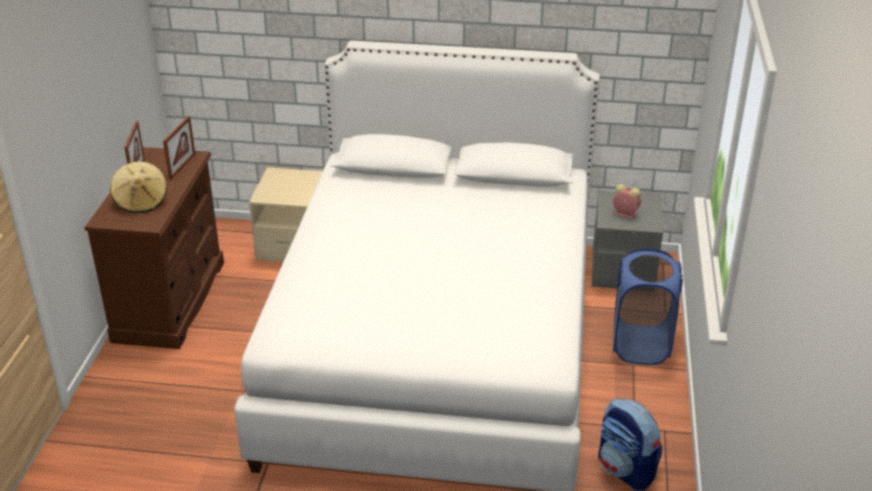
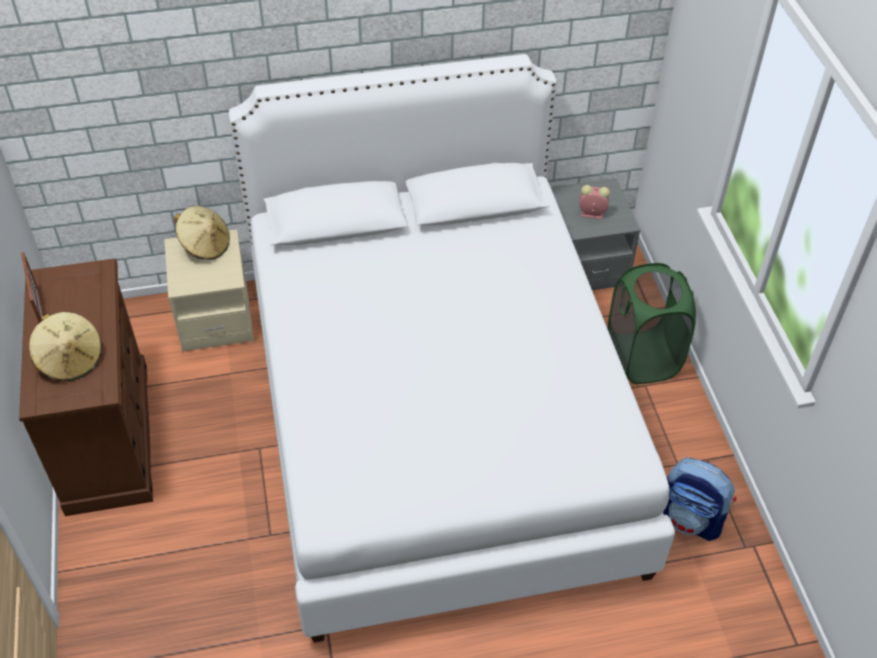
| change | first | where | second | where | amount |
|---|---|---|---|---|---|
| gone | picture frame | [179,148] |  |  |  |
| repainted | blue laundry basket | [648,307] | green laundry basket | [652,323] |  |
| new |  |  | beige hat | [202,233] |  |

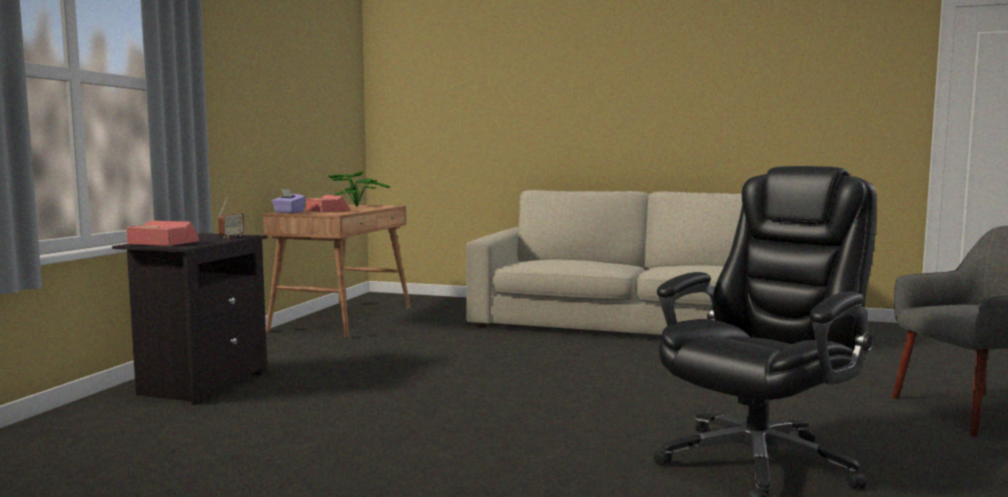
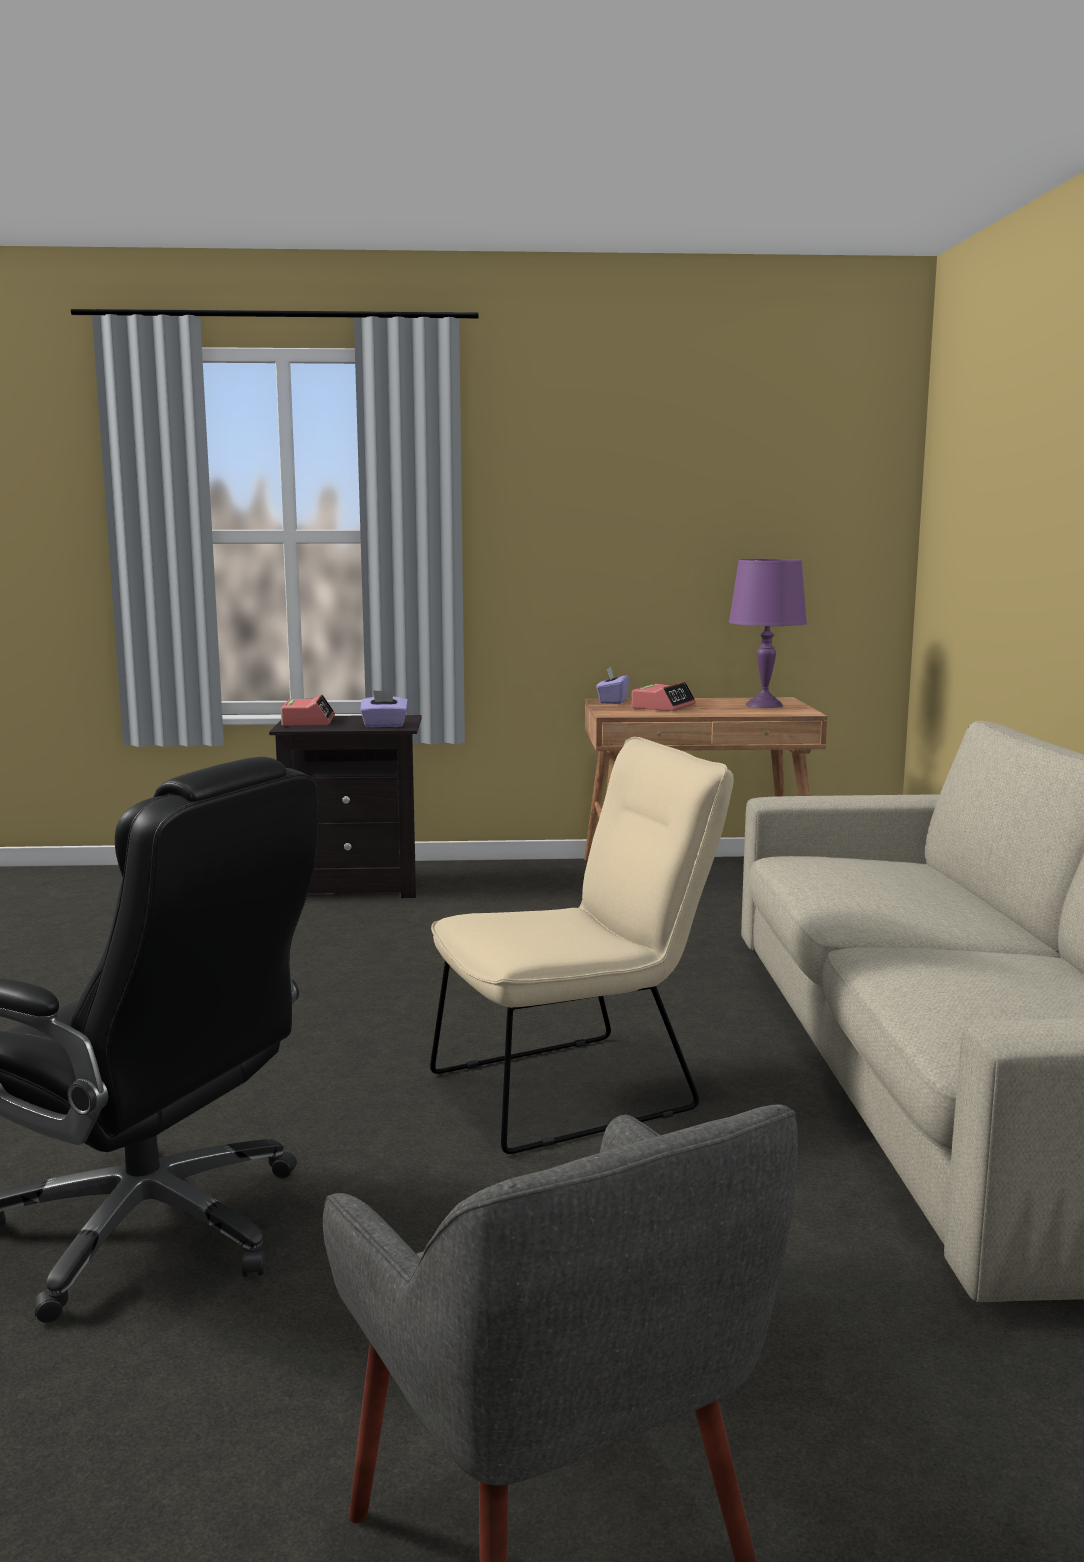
| change | first | where | second | where | amount |
|---|---|---|---|---|---|
| swapped | potted plant | [359,189] | purple table lamp | [768,633] |  |
| swapped | radio | [231,217] | purple tissue box | [384,708] |  |
| new |  |  | beige chair | [582,945] |  |

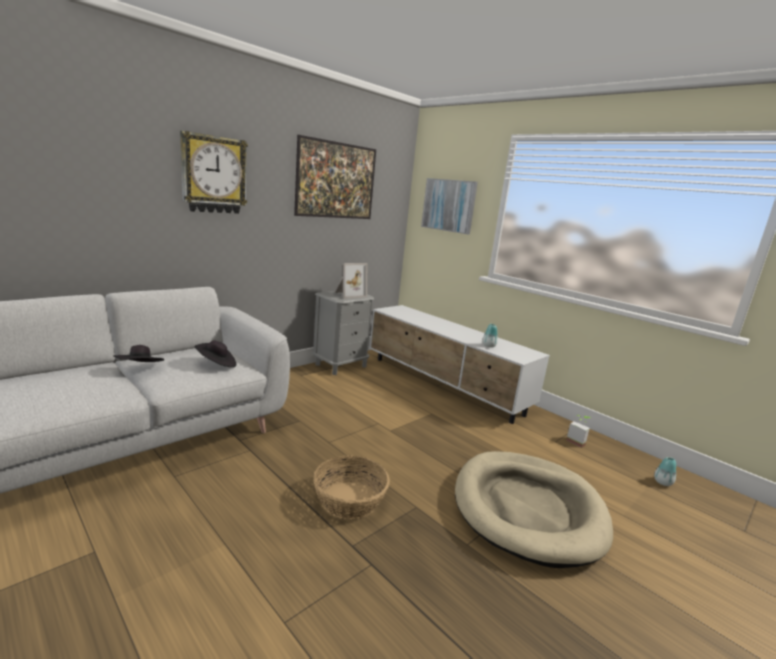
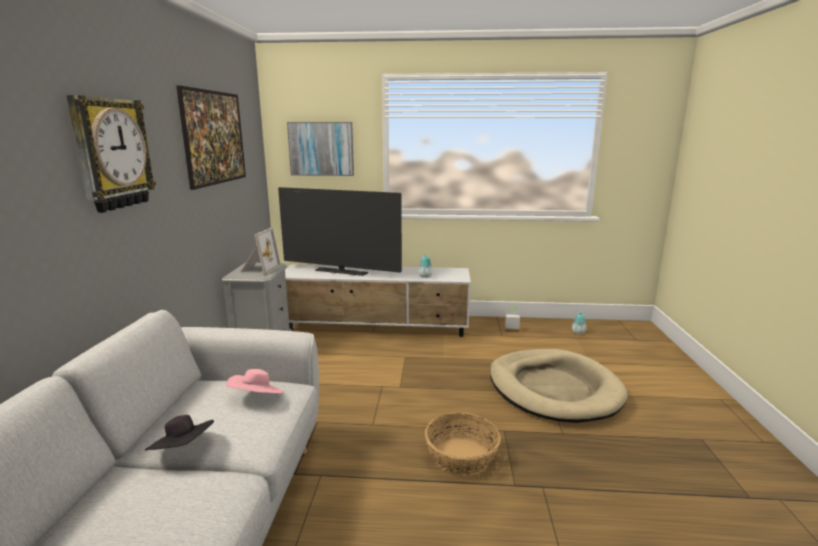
| change | first | where | second | where | amount |
|---|---|---|---|---|---|
| repainted | black hat | [215,354] | pink hat | [255,381] |  |
| new |  |  | television | [340,231] |  |

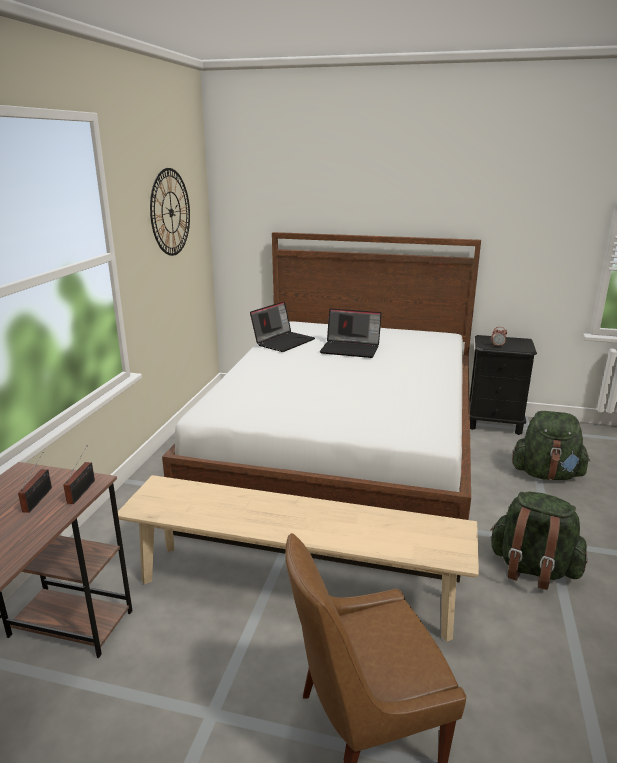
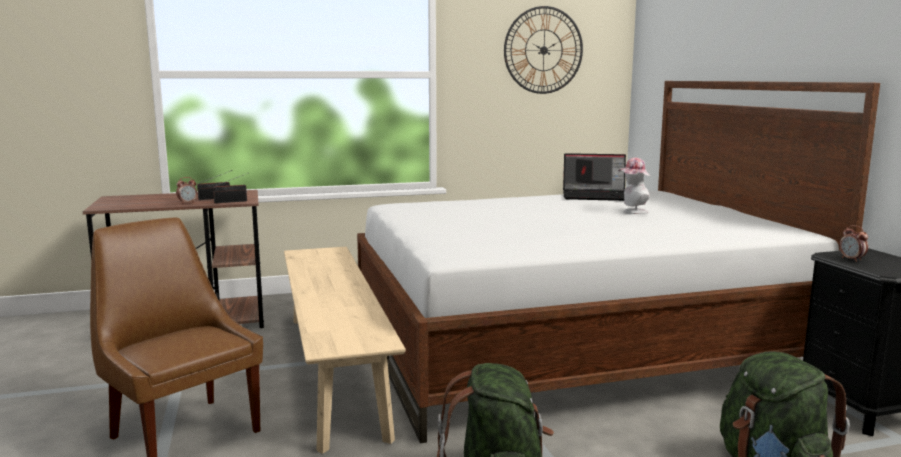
| change | first | where | second | where | amount |
|---|---|---|---|---|---|
| swapped | laptop | [351,333] | hat | [634,186] |  |
| new |  |  | alarm clock | [186,190] |  |

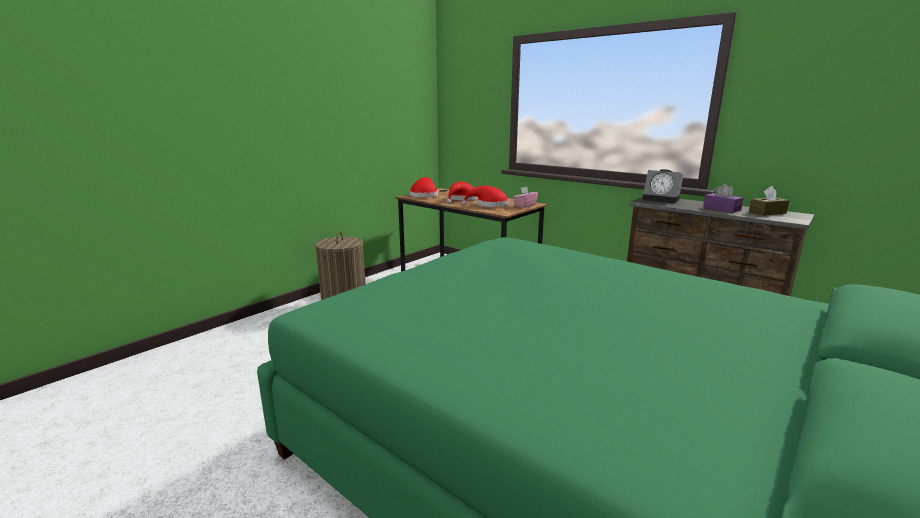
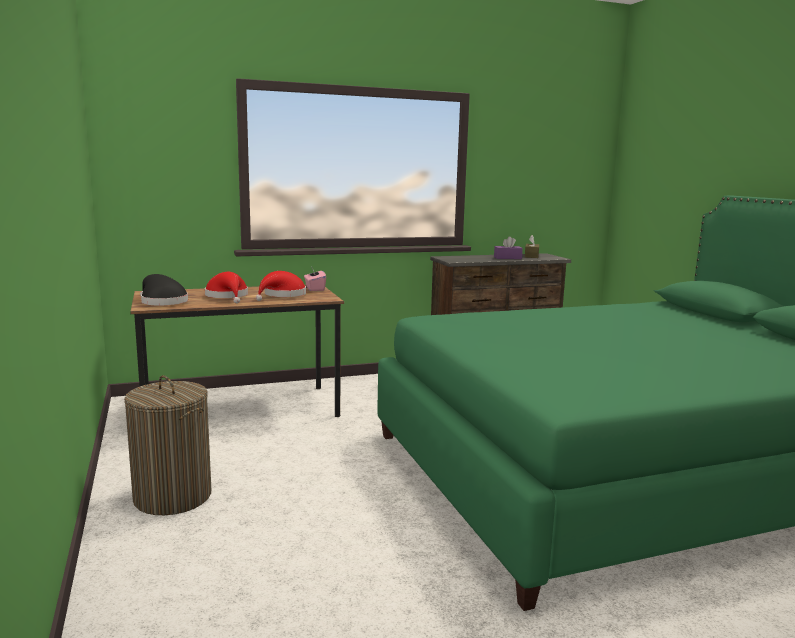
| change | first | where | second | where | amount |
|---|---|---|---|---|---|
| gone | alarm clock | [662,186] |  |  |  |
| repainted | red hat | [424,187] | black hat | [164,289] |  |

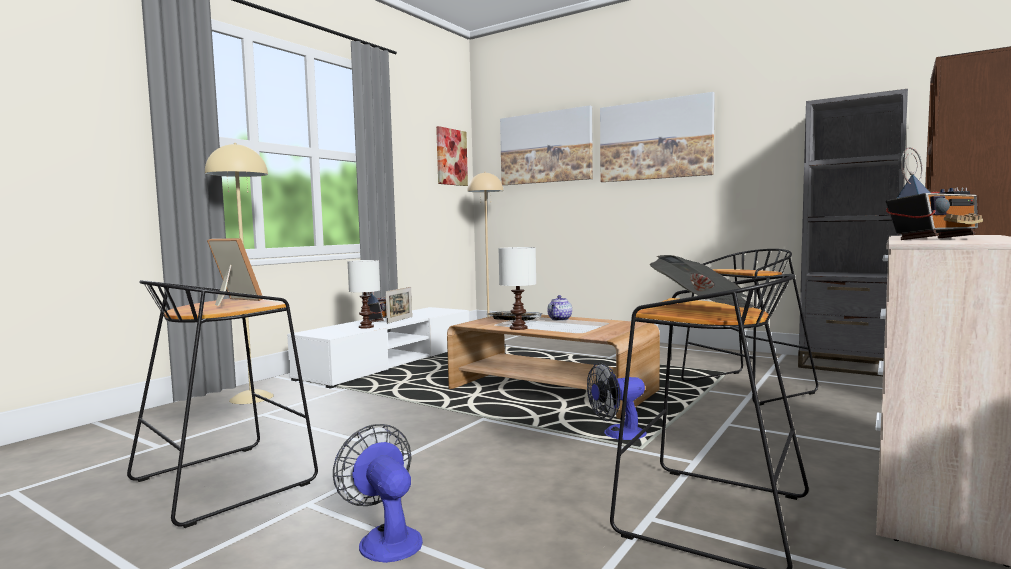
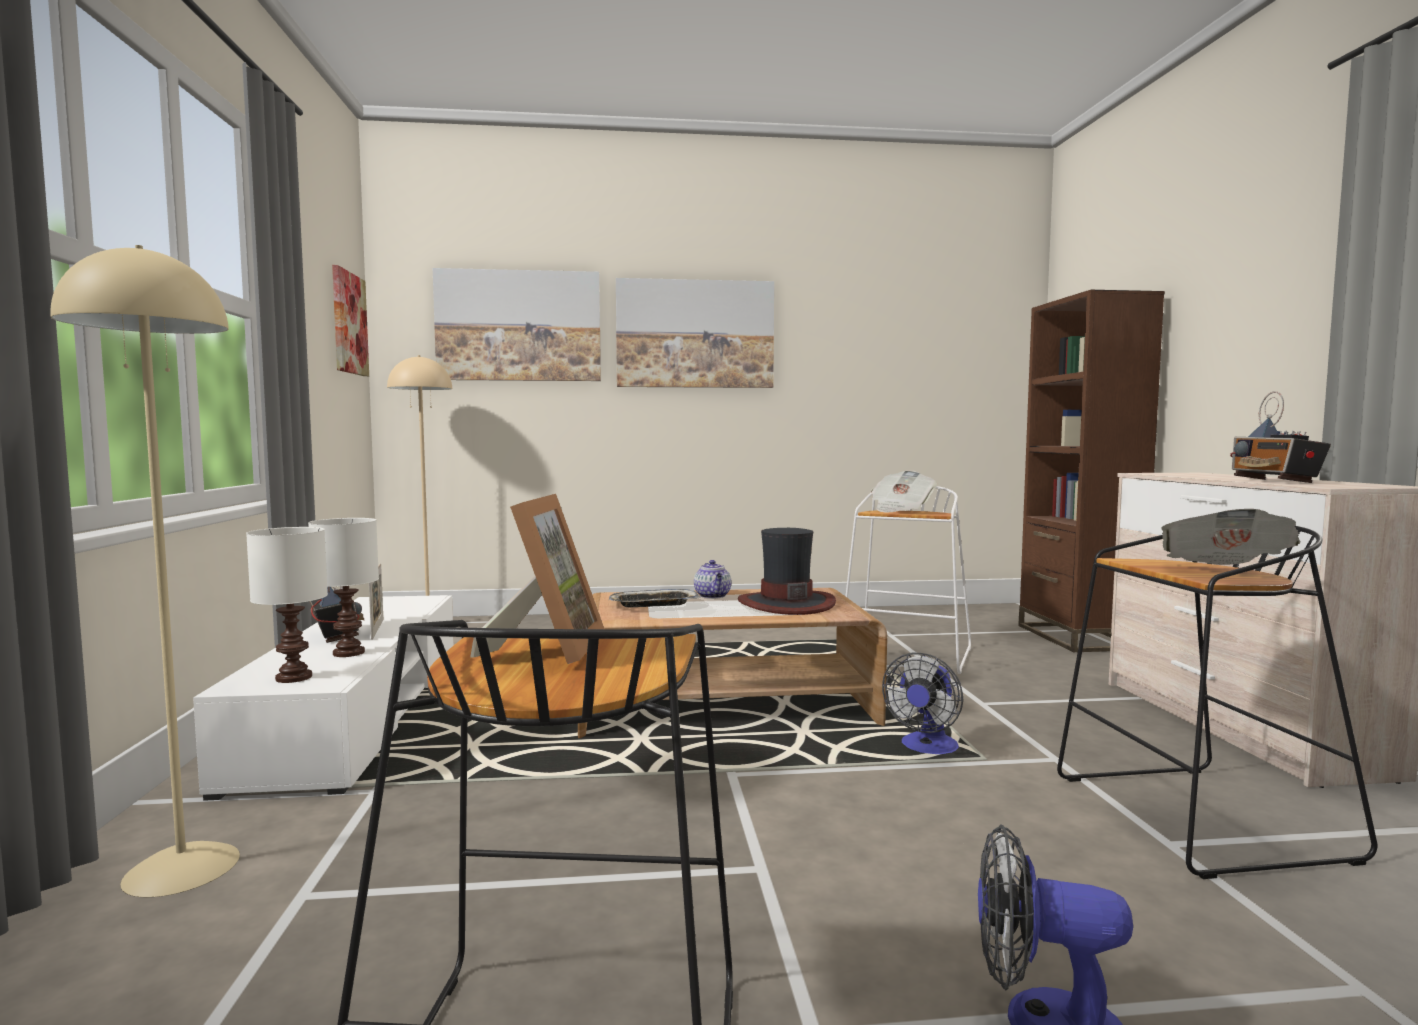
| change | first | where | second | where | amount |
|---|---|---|---|---|---|
| gone | grey bookcase | [853,232] |  |  |  |
| rotated | radio | [934,193] |  | [1280,437] | 150 degrees clockwise |
| rotated | picture frame | [234,272] |  | [537,579] | 105 degrees clockwise |
| shifted | white table lamp | [517,288] |  | [287,605] |  |
| repainted | black stool | [749,327] | white stool | [908,580] |  |
| new |  |  | newspaper | [904,491] |  |
| new |  |  | hat | [787,571] |  |

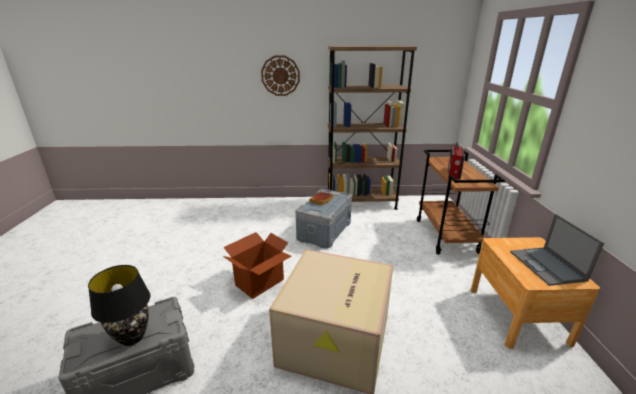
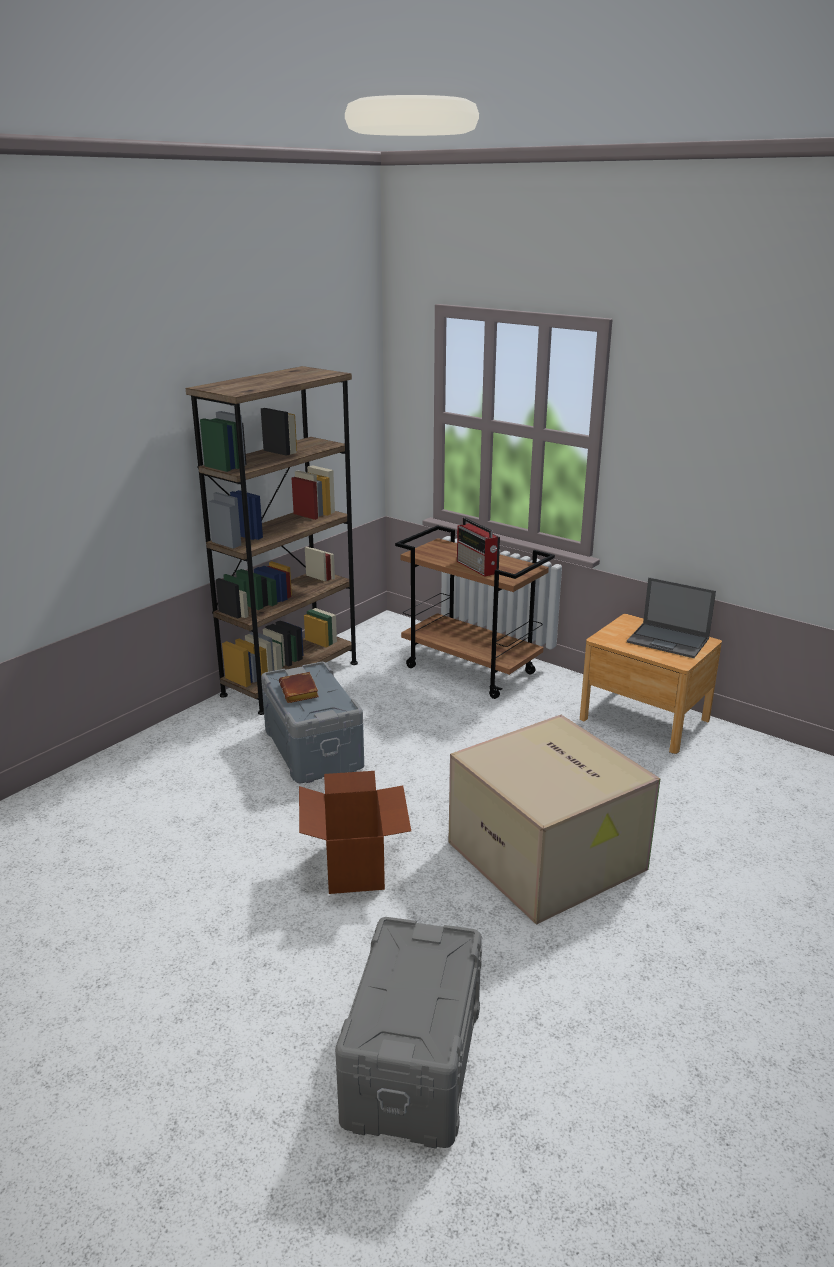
| change | first | where | second | where | amount |
|---|---|---|---|---|---|
| gone | wall clock | [280,75] |  |  |  |
| gone | black table lamp | [119,305] |  |  |  |

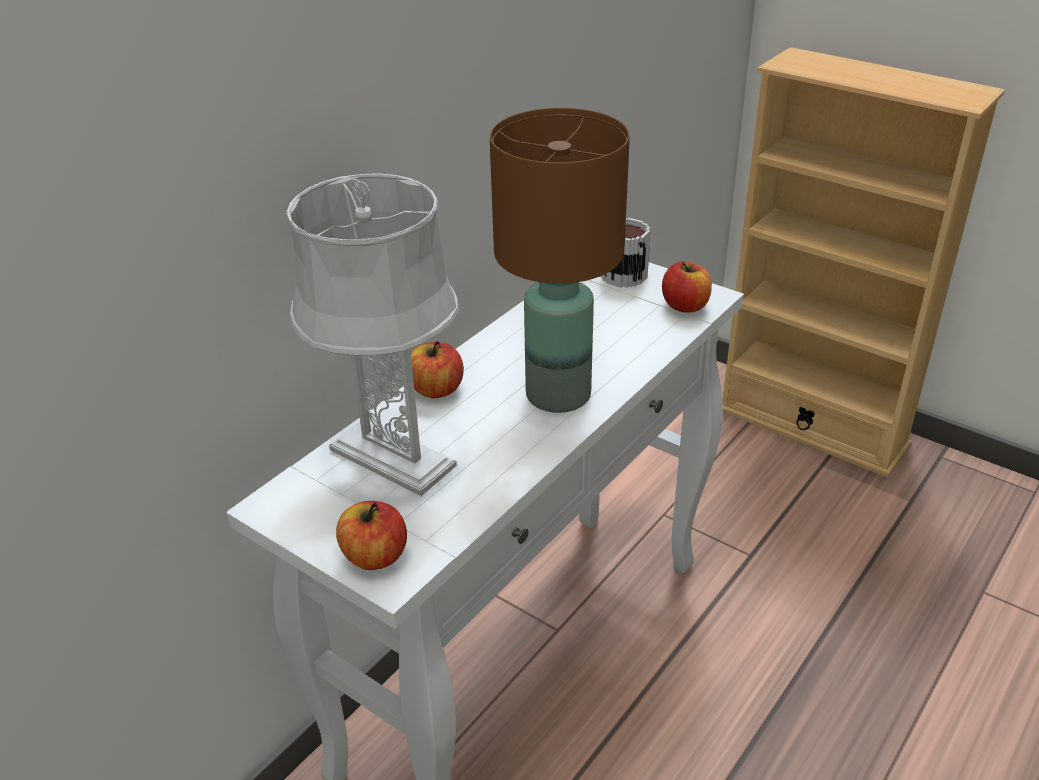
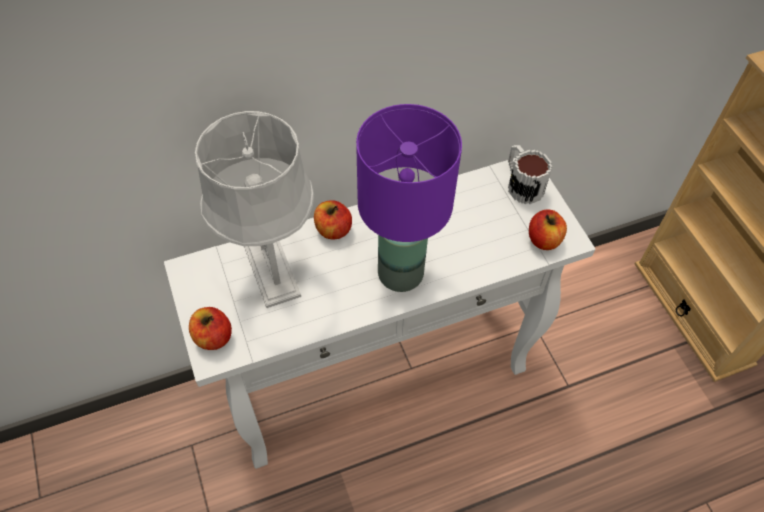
| change | first | where | second | where | amount |
|---|---|---|---|---|---|
| repainted | brown table lamp | [560,260] | purple table lamp | [409,198] |  |

